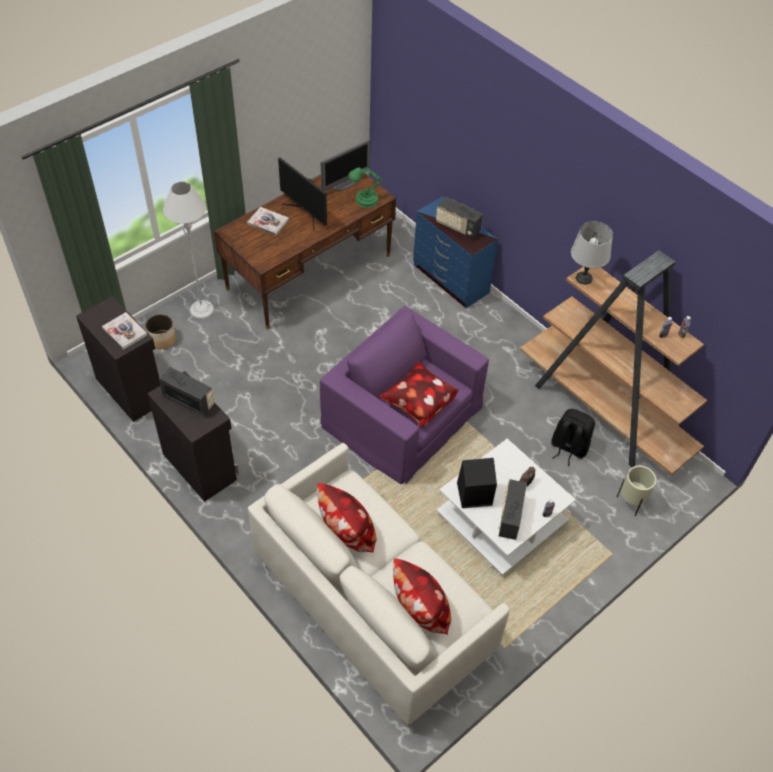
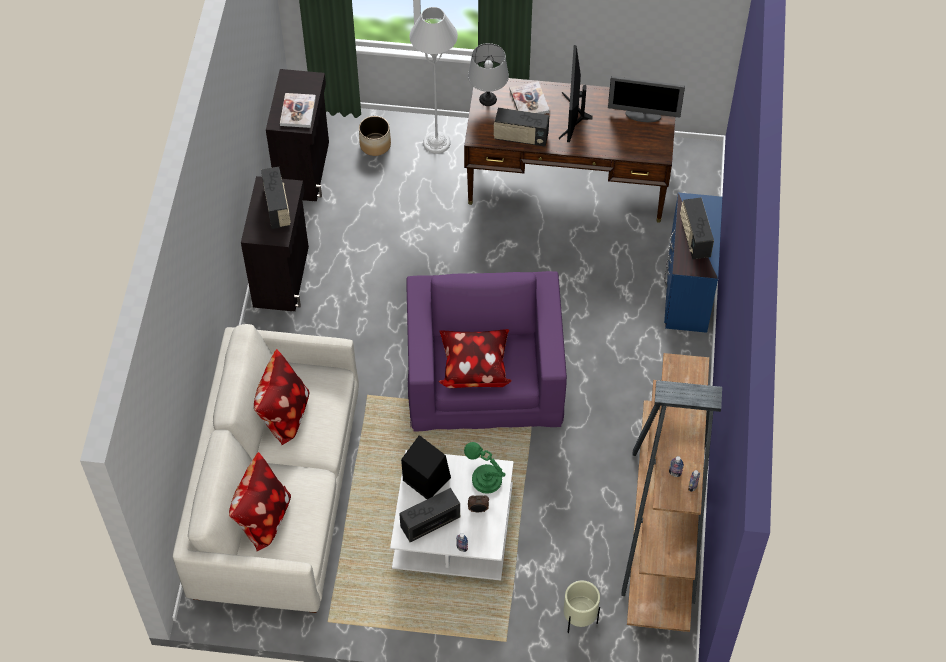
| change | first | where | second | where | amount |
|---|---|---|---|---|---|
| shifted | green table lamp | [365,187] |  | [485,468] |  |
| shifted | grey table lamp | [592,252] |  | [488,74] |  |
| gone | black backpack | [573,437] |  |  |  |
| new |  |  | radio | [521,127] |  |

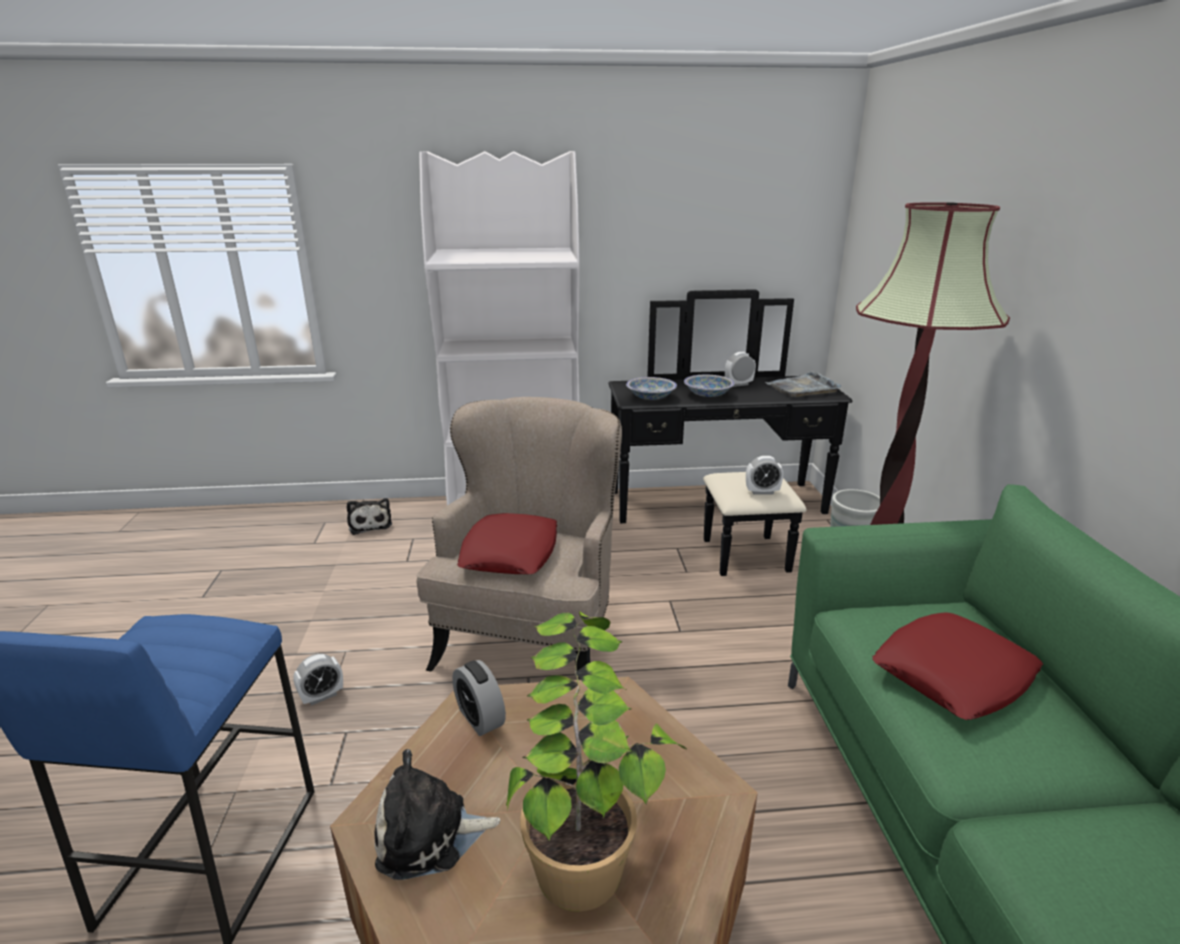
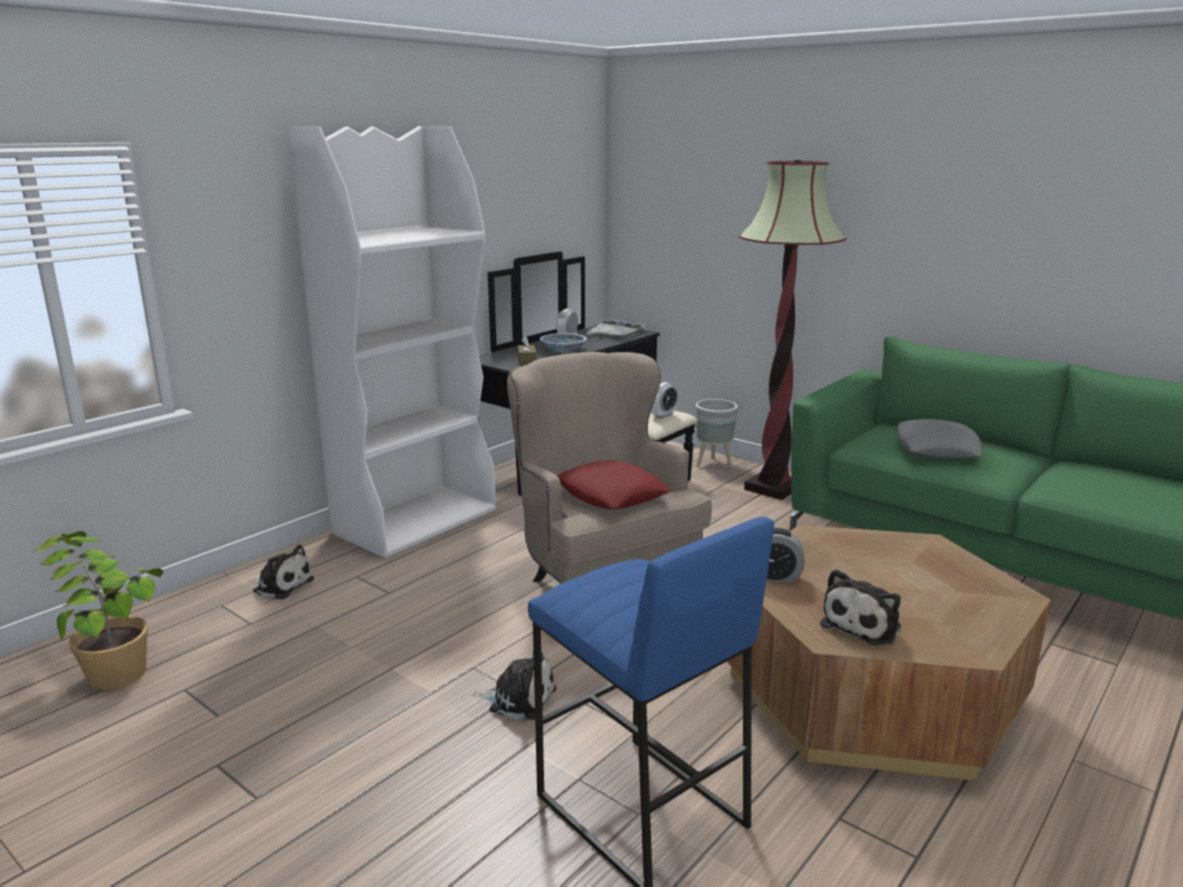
| change | first | where | second | where | amount |
|---|---|---|---|---|---|
| swapped | bowl | [651,388] | brown tissue box | [527,351] |  |
| shifted | potted plant | [596,761] |  | [98,610] |  |
| repainted | red pillow | [957,666] | grey pillow | [940,439] |  |
| swapped | alarm clock | [318,680] | plush toy | [514,685] |  |

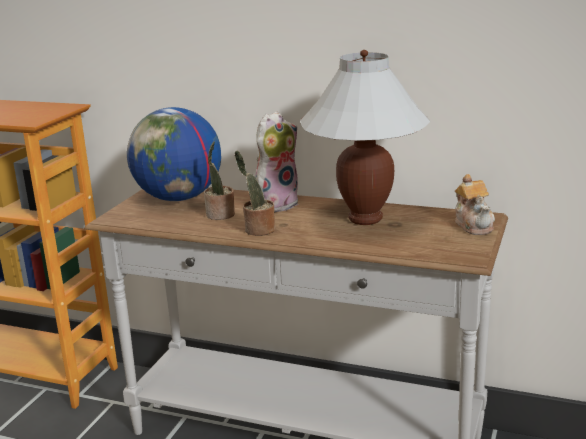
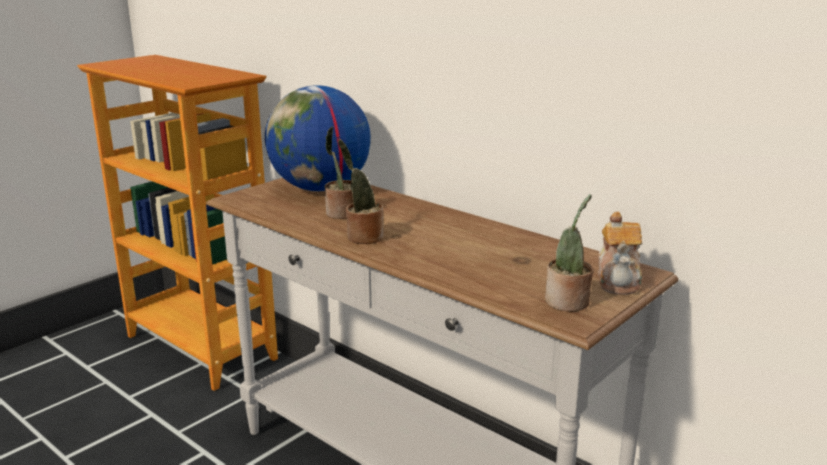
| change | first | where | second | where | amount |
|---|---|---|---|---|---|
| gone | white table lamp | [365,137] |  |  |  |
| gone | plush toy | [277,161] |  |  |  |
| new |  |  | potted plant | [569,253] |  |

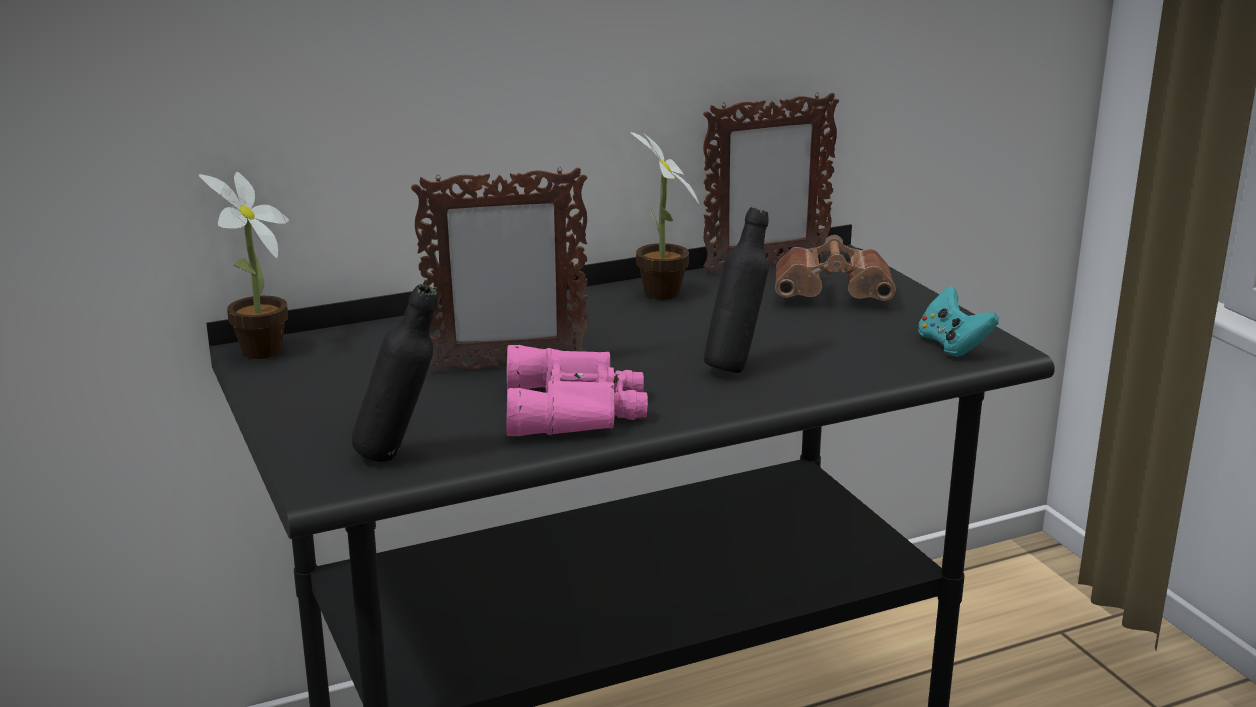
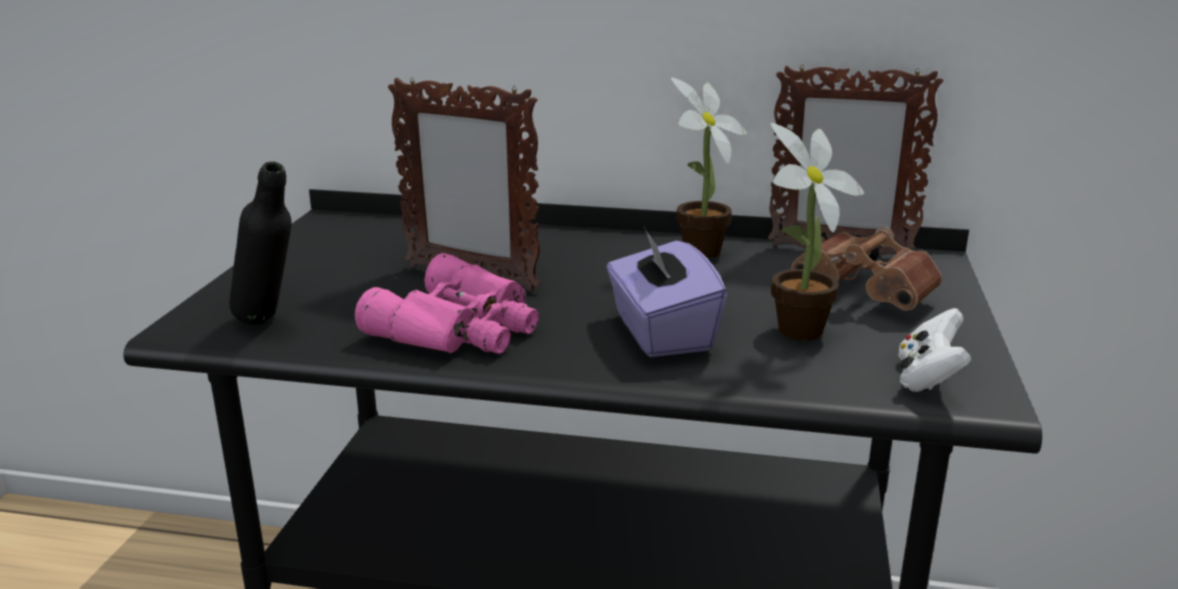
| change | first | where | second | where | amount |
|---|---|---|---|---|---|
| shifted | potted plant | [244,265] |  | [817,232] |  |
| swapped | black bottle | [736,290] | purple tissue box | [667,292] |  |
| repainted | turquoise game controller | [958,321] | white game controller | [934,350] |  |

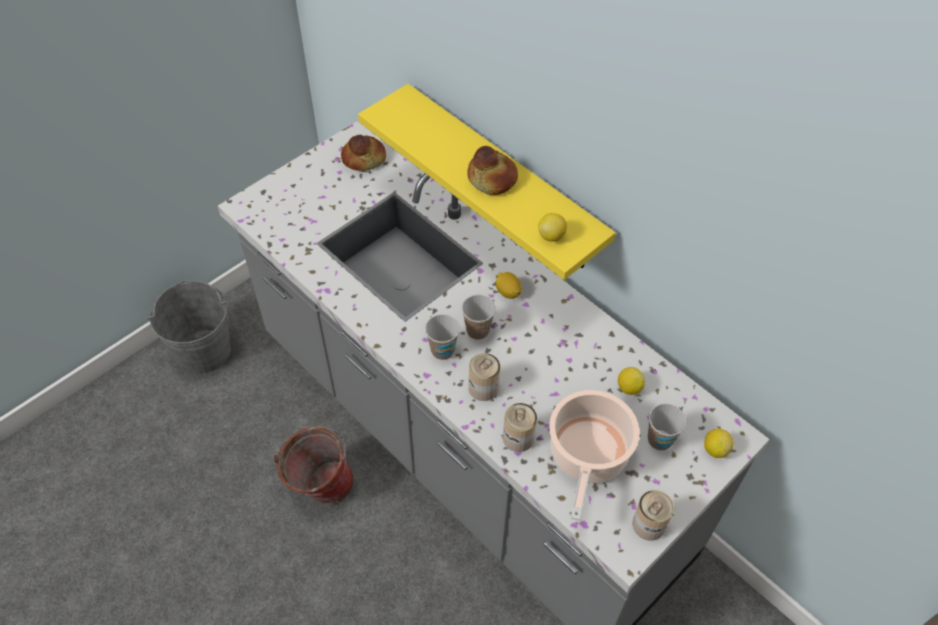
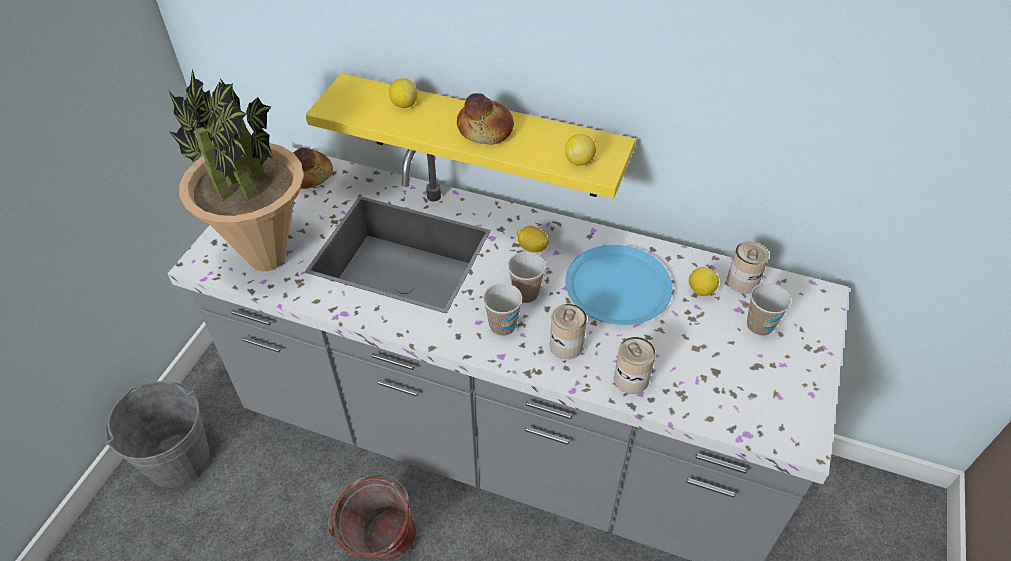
| change | first | where | second | where | amount |
|---|---|---|---|---|---|
| gone | cooking pot | [594,455] |  |  |  |
| shifted | lemon | [719,443] |  | [403,93] |  |
| shifted | can | [653,515] |  | [748,267] |  |
| new |  |  | potted plant | [236,170] |  |
| new |  |  | blue plate | [619,285] |  |

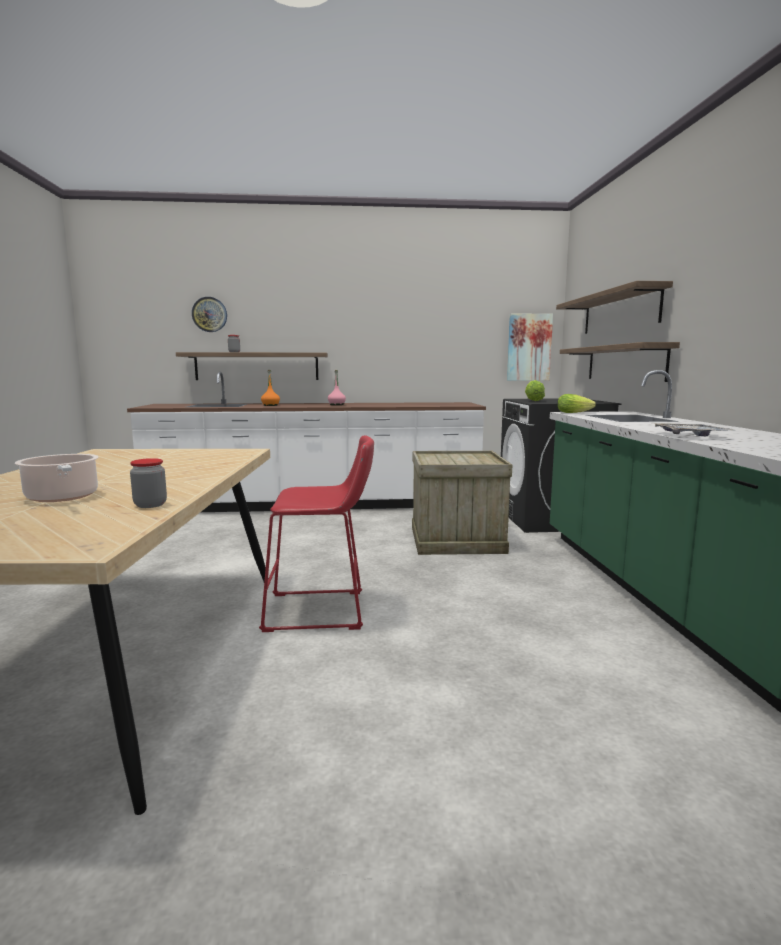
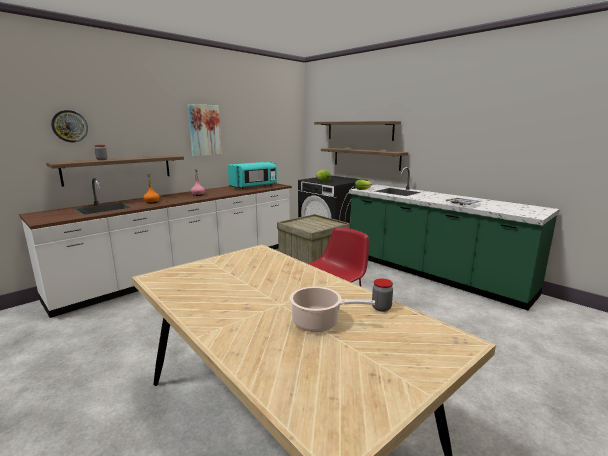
| change | first | where | second | where | amount |
|---|---|---|---|---|---|
| shifted | picture | [530,347] |  | [205,130] |  |
| new |  |  | turquoise microwave | [252,175] |  |

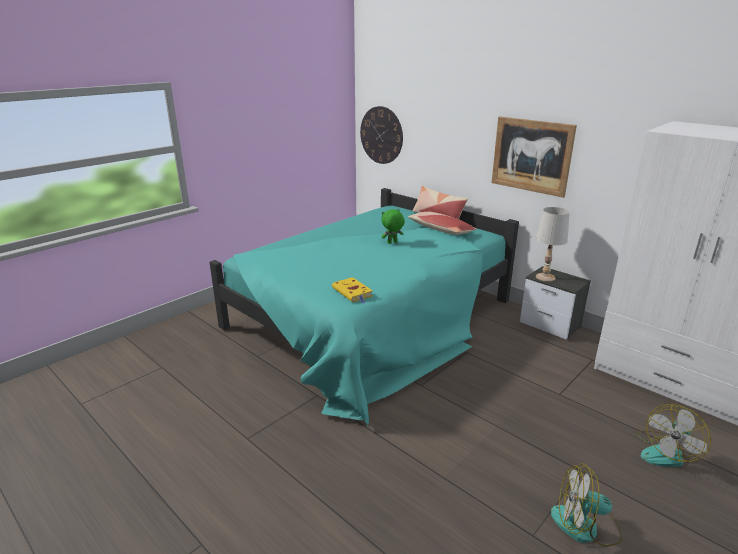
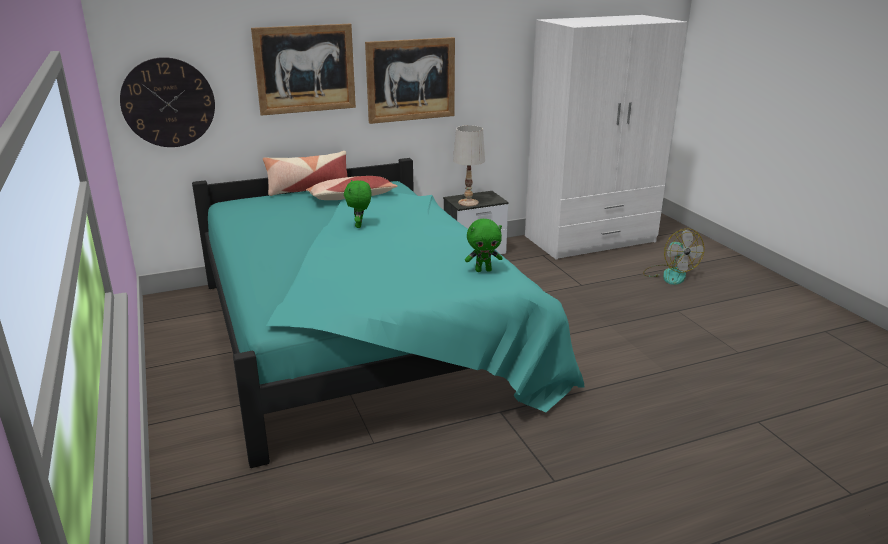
| change | first | where | second | where | amount |
|---|---|---|---|---|---|
| swapped | yellow book | [352,290] | green plush toy | [484,245] |  |
| gone | fan | [586,505] |  |  |  |
| new |  |  | picture | [303,70] |  |

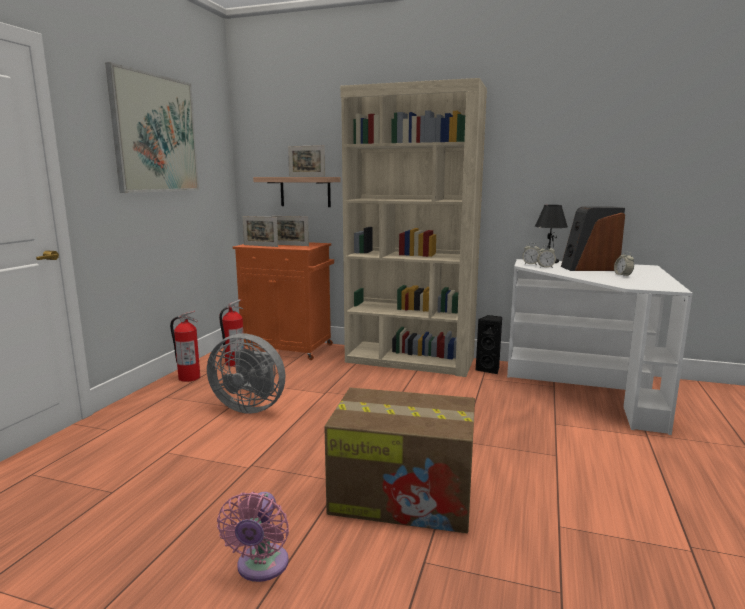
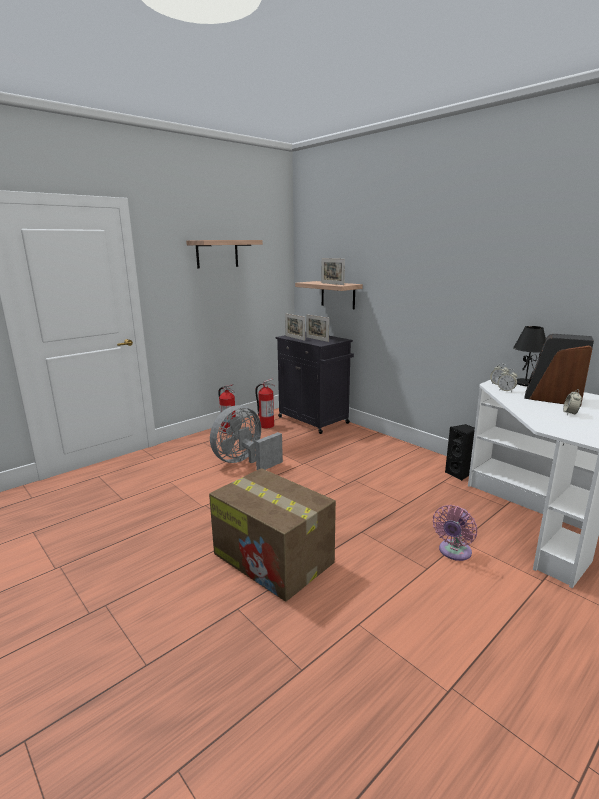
| change | first | where | second | where | amount |
|---|---|---|---|---|---|
| swapped | picture | [152,127] | shelf | [224,254] |  |
| gone | beige bookcase | [413,227] |  |  |  |
| repainted | orange cabinet | [283,301] | black cabinet | [315,383] |  |
| rotated | grey fan | [246,374] |  | [246,437] | 90 degrees clockwise |
| shifted | pink fan | [253,537] |  | [455,533] |  |

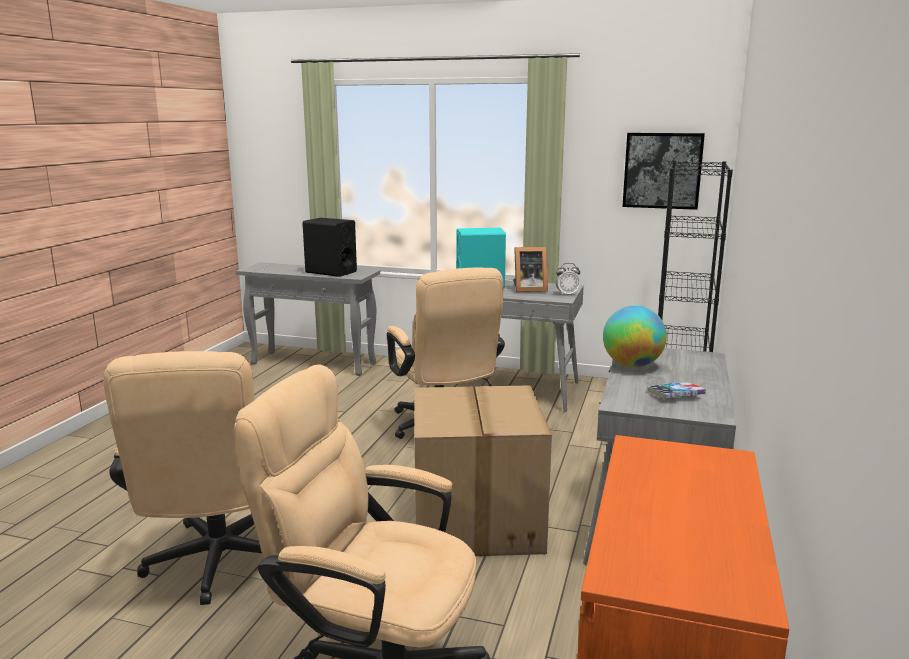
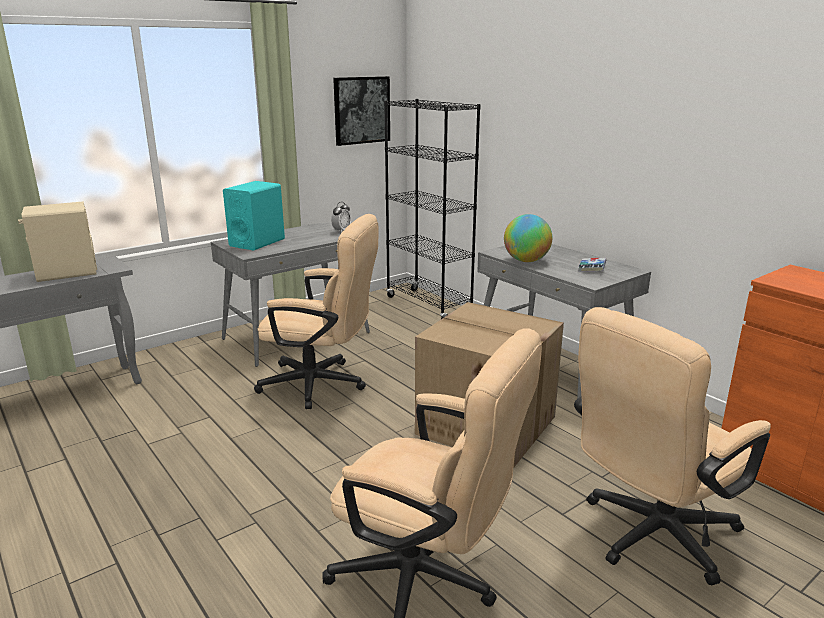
| change | first | where | second | where | amount |
|---|---|---|---|---|---|
| repainted | black speaker | [329,247] | beige speaker | [57,241] |  |
| gone | picture frame | [530,269] |  |  |  |

